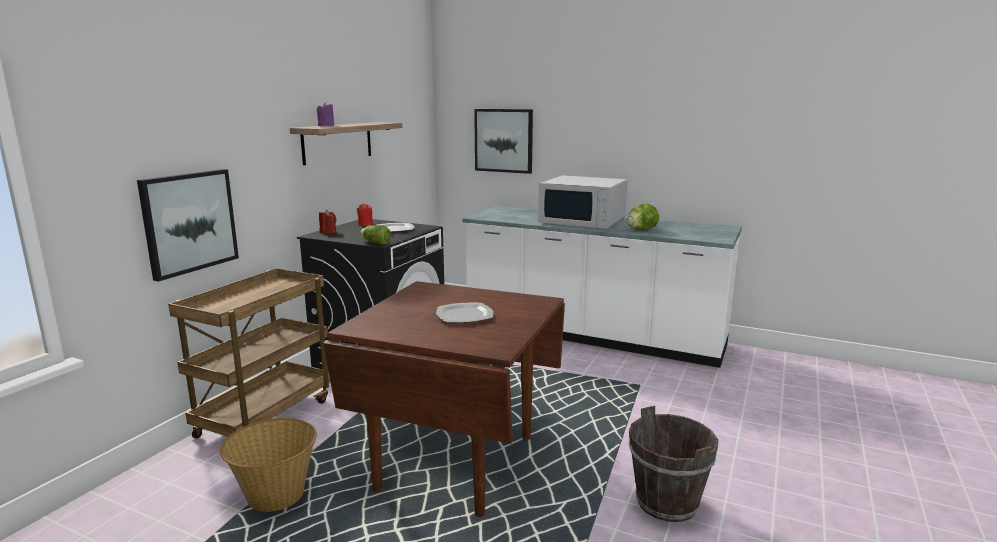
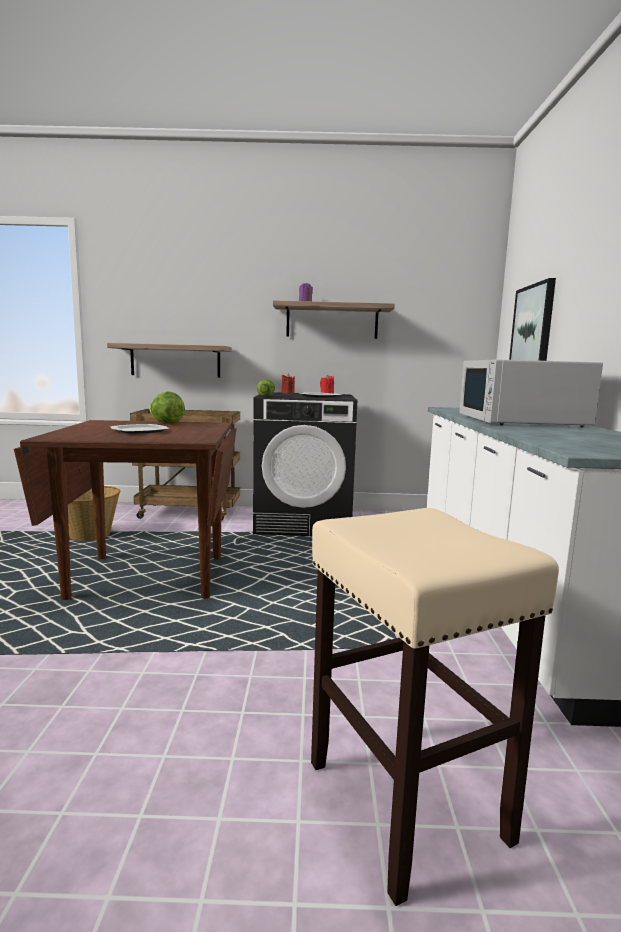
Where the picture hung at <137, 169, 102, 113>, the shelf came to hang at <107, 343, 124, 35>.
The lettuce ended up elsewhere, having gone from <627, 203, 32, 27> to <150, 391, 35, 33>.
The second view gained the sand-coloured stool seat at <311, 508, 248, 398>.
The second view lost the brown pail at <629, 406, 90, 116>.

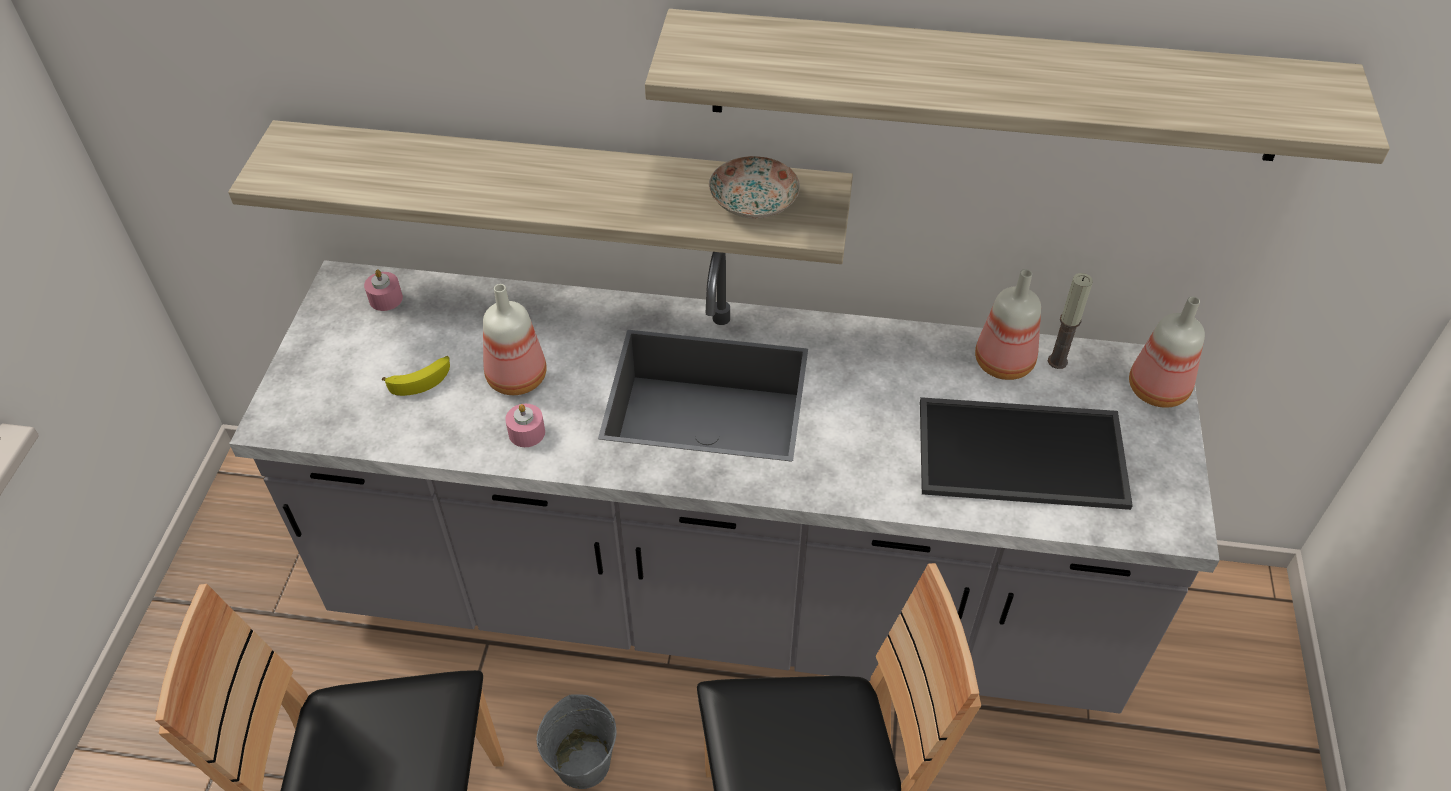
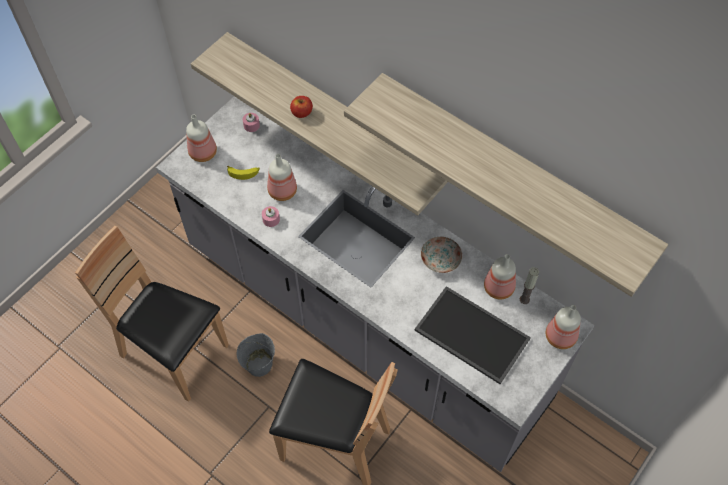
The second view gained the beverage bottle at <186, 114, 31, 48>.
The second view gained the whole apple at <290, 96, 23, 22>.
The flat dish ended up elsewhere, having gone from <709, 156, 91, 63> to <421, 237, 41, 36>.

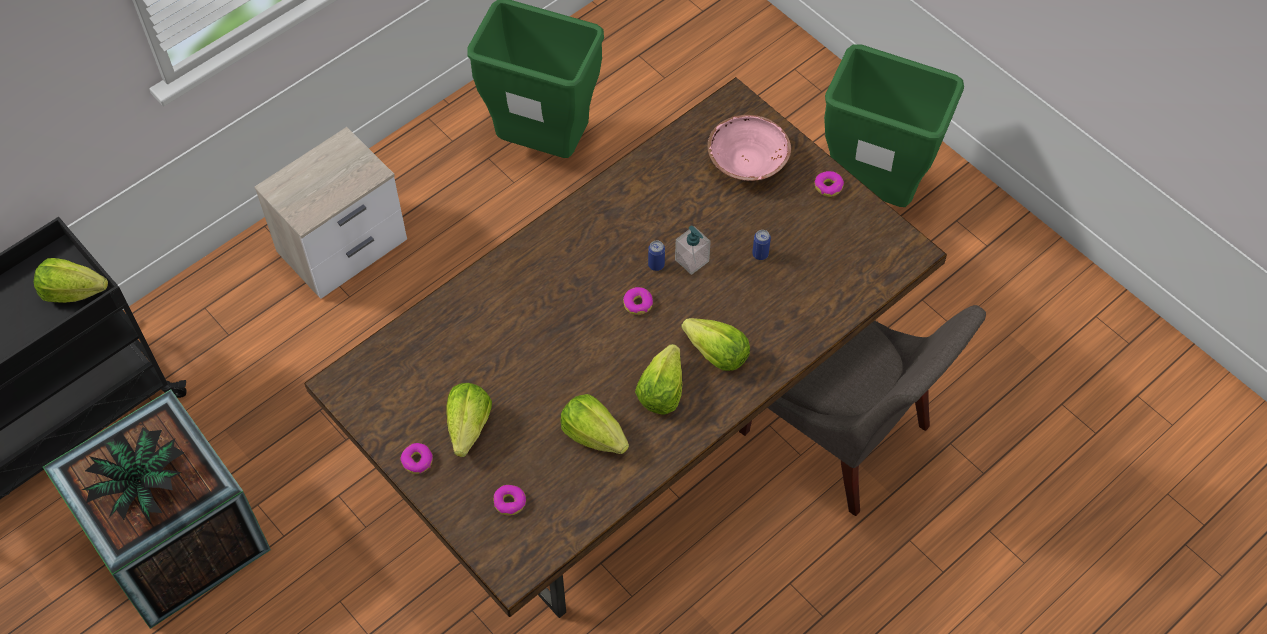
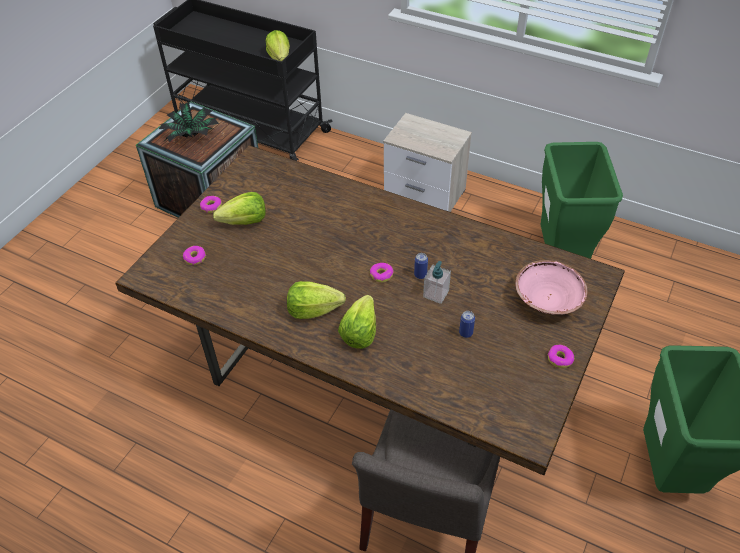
The second view lost the lettuce at <561, 394, 68, 60>.

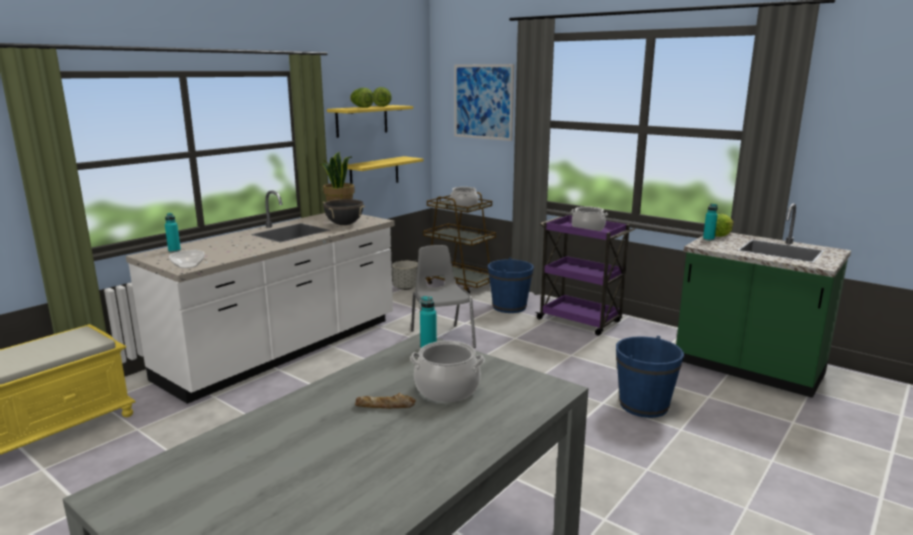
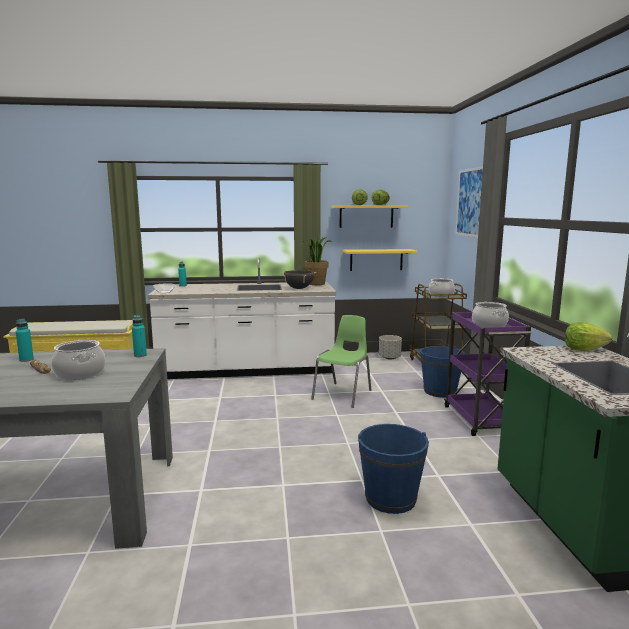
The blue-green beverage bottle ended up elsewhere, having gone from <703, 203, 15, 38> to <16, 319, 18, 43>.
What was the grey chair at <411, 245, 65, 103> turned into the green chair at <311, 315, 60, 93>.

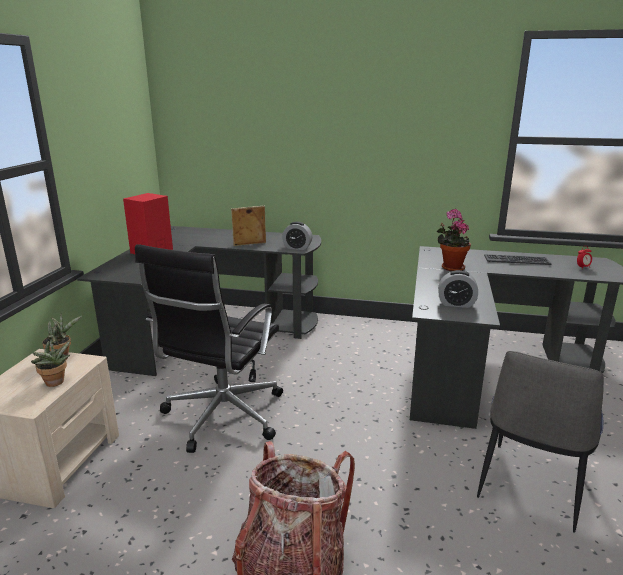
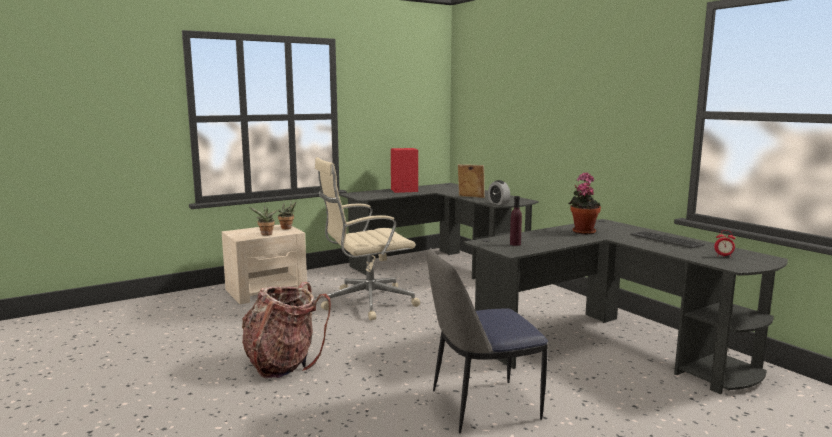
What was the black-coloured computer chair at <135, 244, 148, 209> turned into the sand-coloured computer chair at <315, 157, 105, 163>.
Where the table clock stood at <438, 270, 40, 38>, the purple-coloured beverage bottle came to stand at <510, 196, 12, 50>.

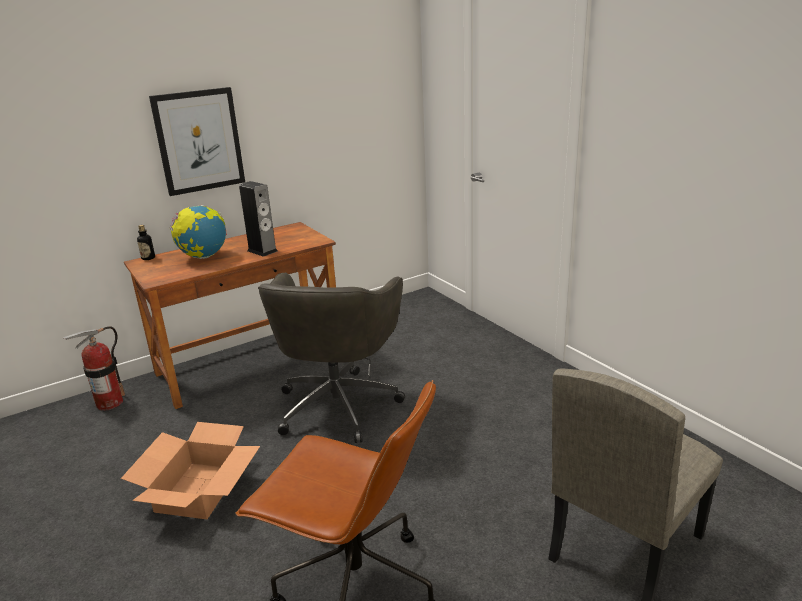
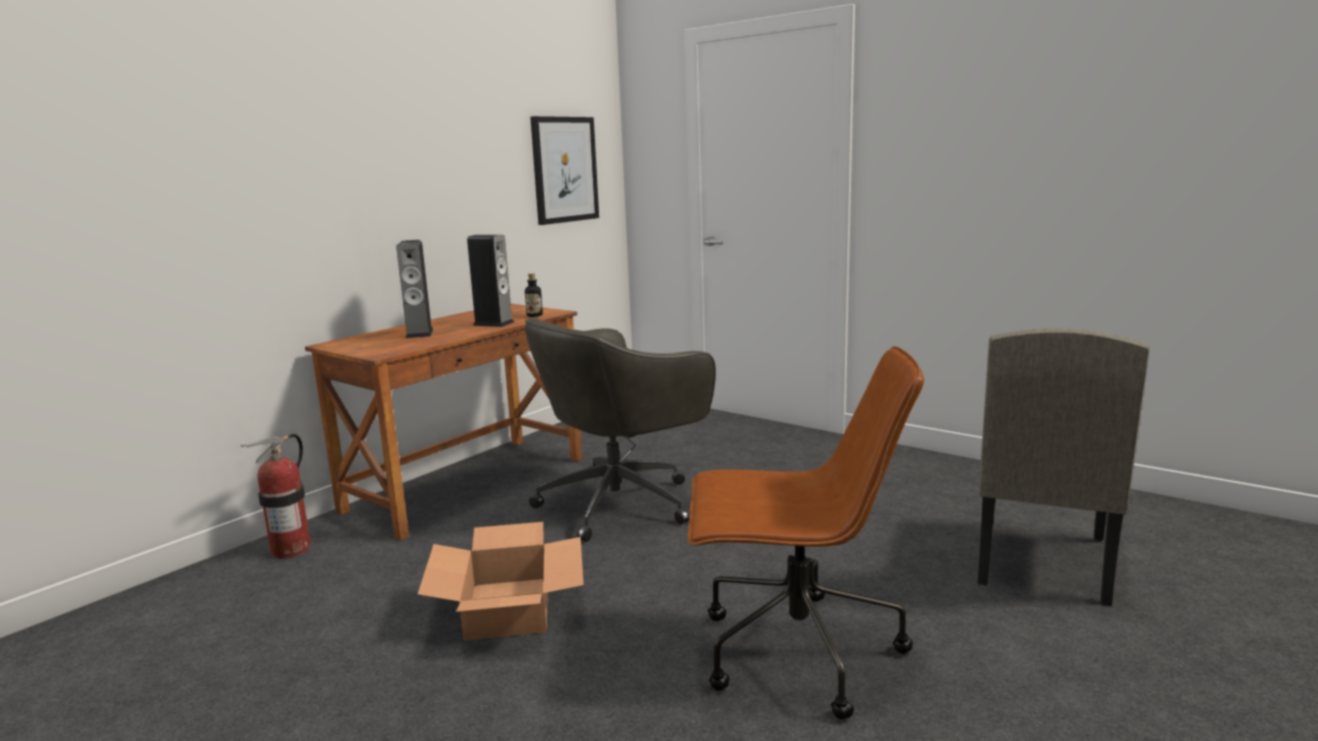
Where the globe stood at <170, 205, 56, 54>, the audio speaker came to stand at <396, 240, 38, 98>.
The beverage bottle ended up elsewhere, having gone from <137, 225, 18, 35> to <525, 273, 18, 44>.
The grey computer chair at <258, 273, 147, 170> ended up facing another way, 60 degrees clockwise from before.
The picture ended up elsewhere, having gone from <149, 87, 96, 109> to <530, 116, 69, 109>.

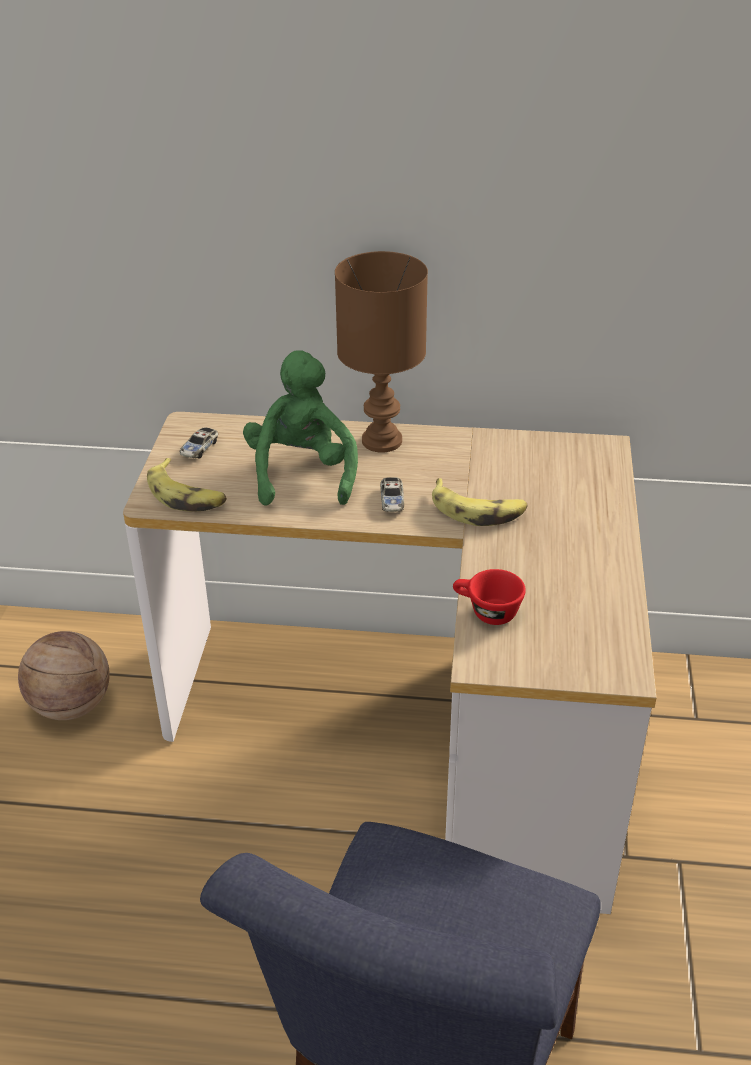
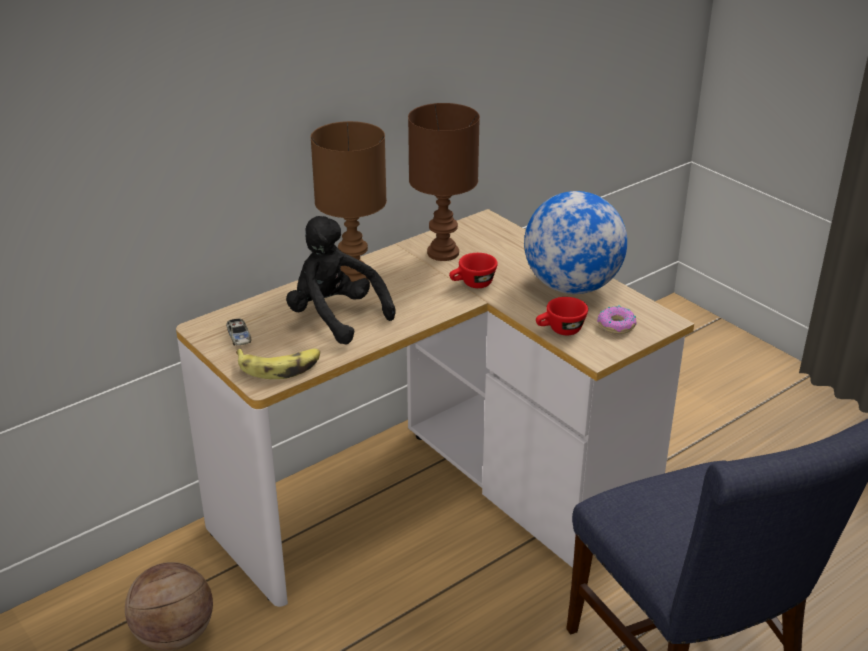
What was the green plush toy at <243, 350, 115, 156> turned into the black-coloured plush toy at <286, 216, 109, 128>.
The second view gained the brown lamp for a table at <408, 103, 72, 158>.
Where the banana stood at <432, 478, 96, 48>, the reddish drinking cup came to stand at <449, 253, 49, 35>.
The second view gained the globe at <524, 191, 103, 103>.
The second view gained the doughnut at <597, 306, 39, 28>.
The second view lost the model car at <380, 477, 24, 35>.

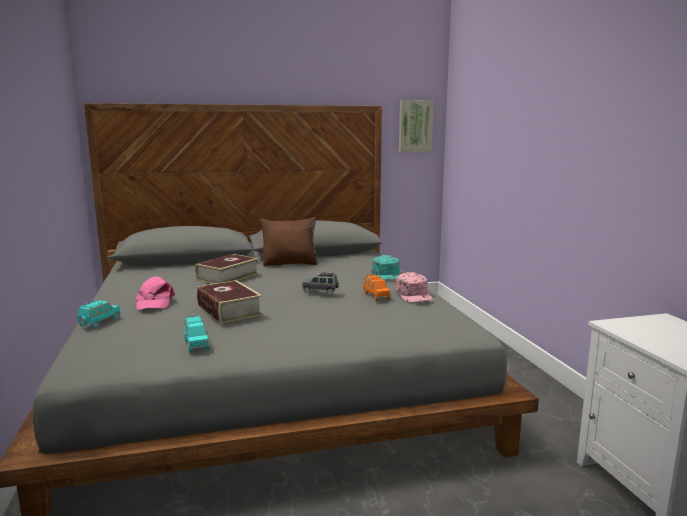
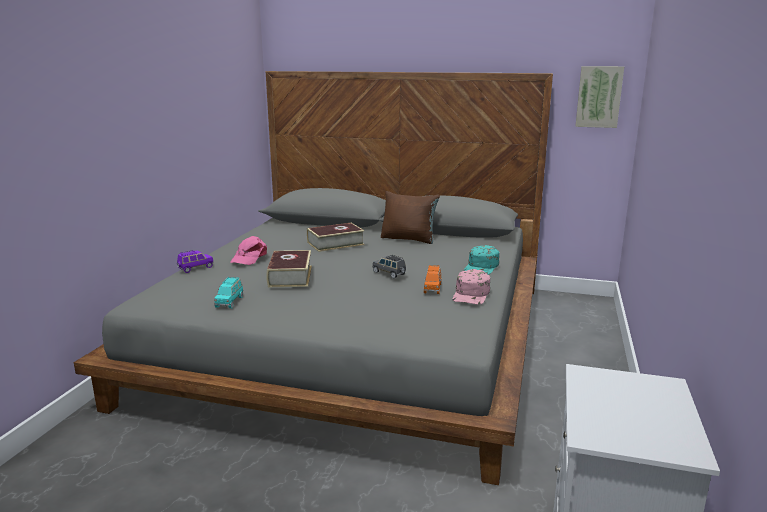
What was the blue-green model car at <78, 301, 43, 28> turned into the purple-coloured model car at <177, 250, 37, 23>.

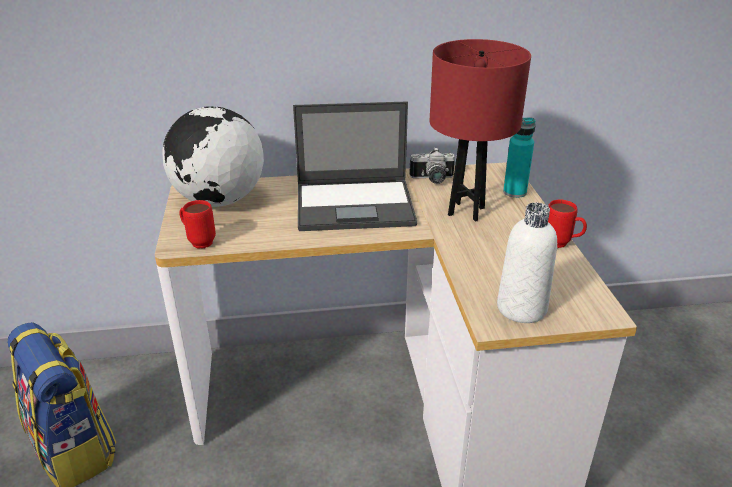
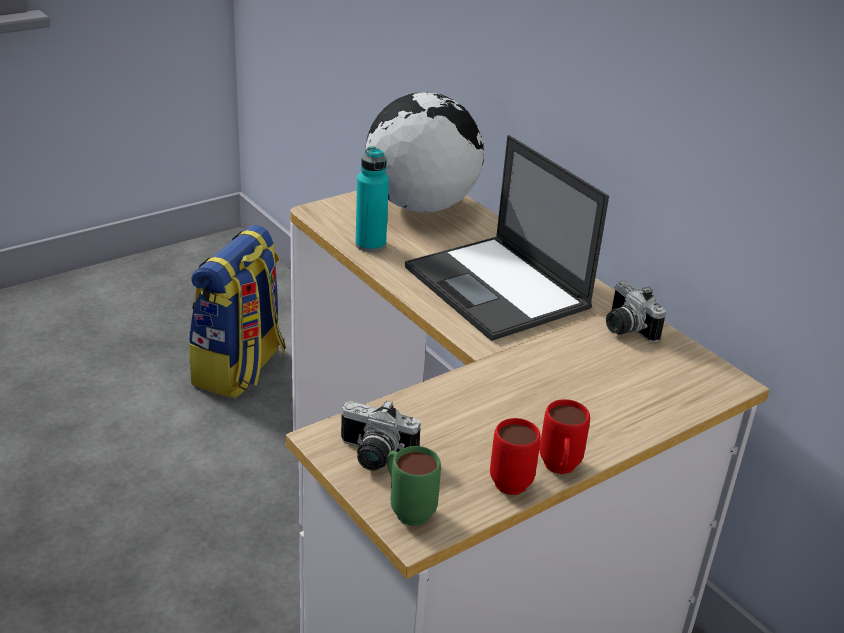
Where the white beverage bottle stood at <497, 203, 60, 120>, the still camera came to stand at <341, 400, 80, 71>.
The blue-green beverage bottle ended up elsewhere, having gone from <503, 118, 32, 80> to <355, 146, 34, 106>.
The second view gained the green mug at <387, 446, 54, 80>.
The reddish mug ended up elsewhere, having gone from <179, 200, 37, 48> to <490, 418, 51, 77>.
The second view lost the reddish lamp for a table at <430, 39, 101, 183>.

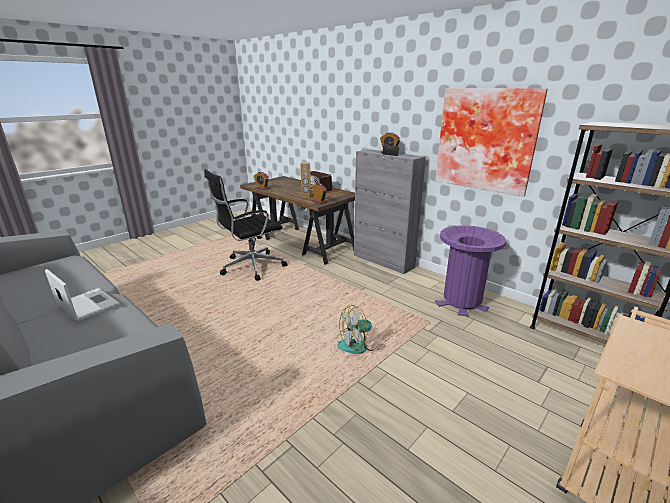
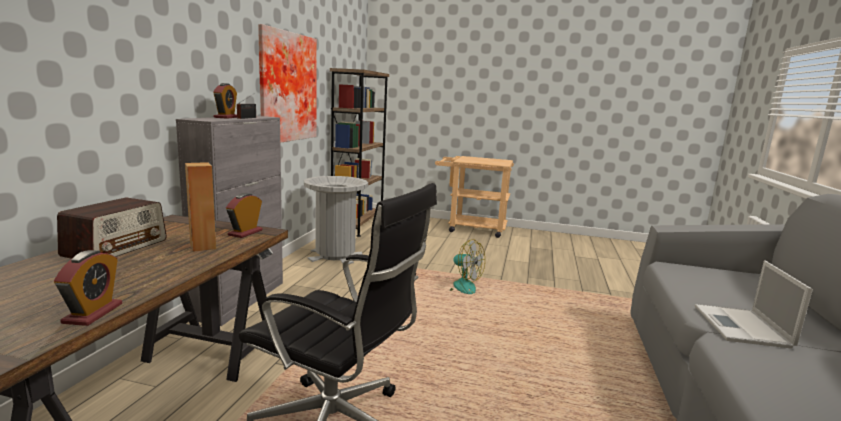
What was the purple-coloured rubbish bin at <435, 225, 71, 92> turned into the grey rubbish bin at <304, 176, 64, 88>.

